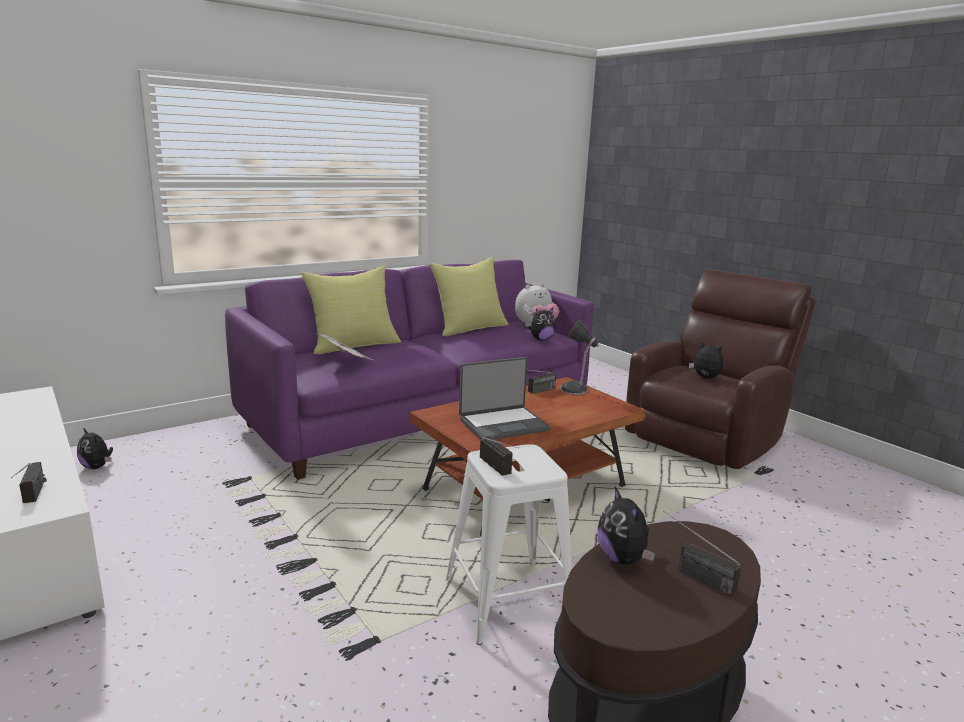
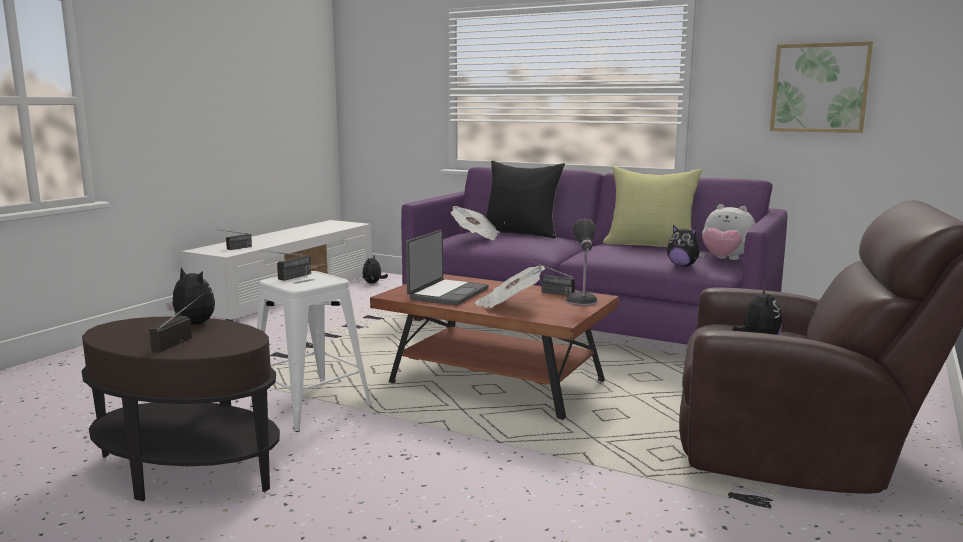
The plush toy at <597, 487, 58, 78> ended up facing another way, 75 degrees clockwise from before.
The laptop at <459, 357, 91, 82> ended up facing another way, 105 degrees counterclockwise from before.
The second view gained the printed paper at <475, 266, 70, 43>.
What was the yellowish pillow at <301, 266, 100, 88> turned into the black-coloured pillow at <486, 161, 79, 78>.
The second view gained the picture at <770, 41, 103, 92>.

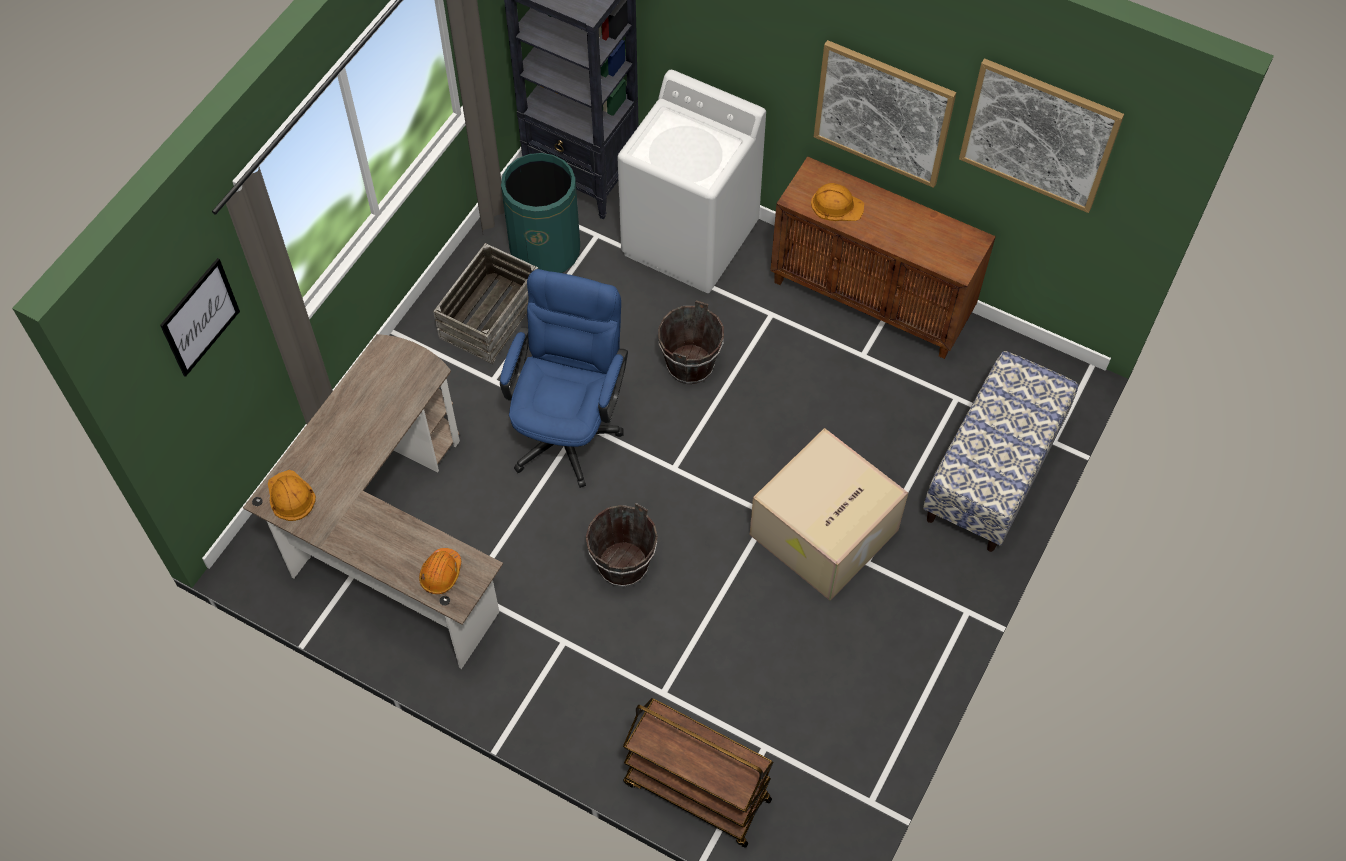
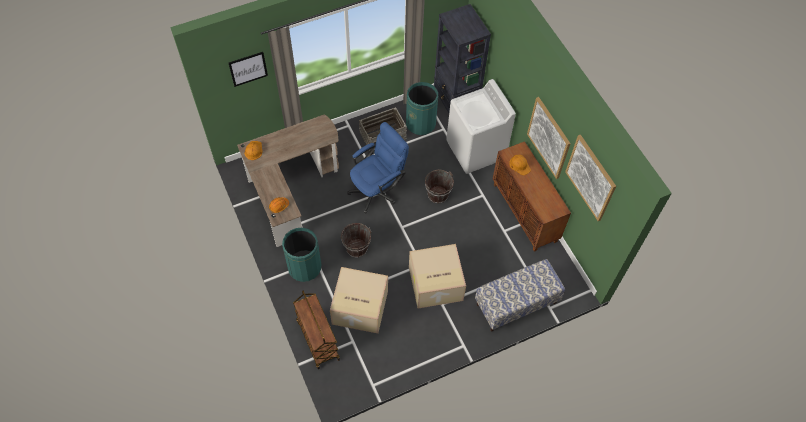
The second view gained the green rubbish bin at <282, 227, 39, 55>.
The second view gained the carton at <330, 267, 58, 66>.

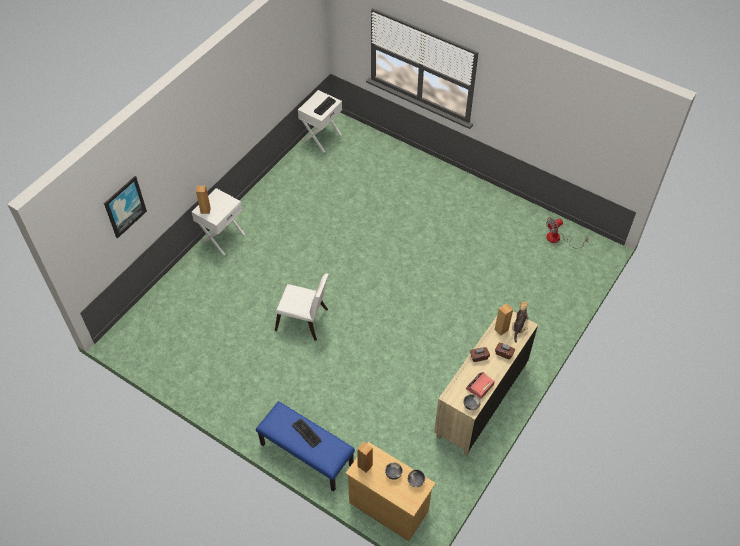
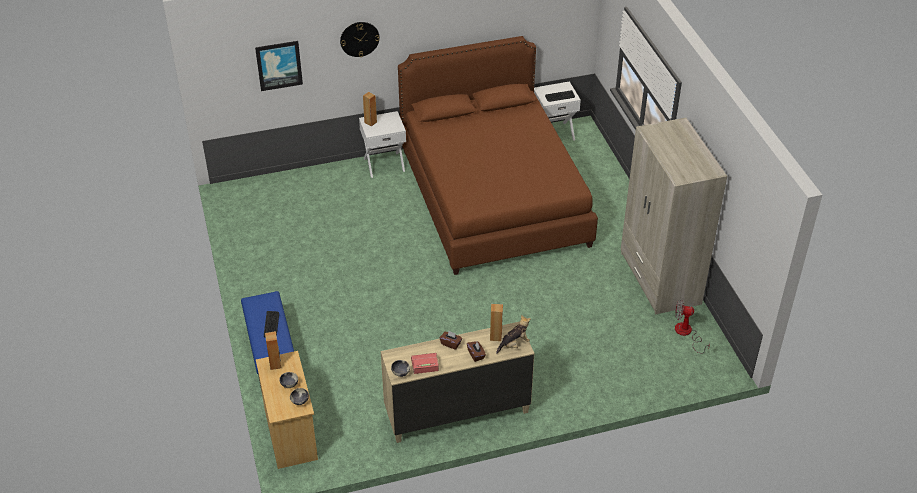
The second view gained the hanging clock at <340, 22, 40, 35>.
The second view gained the brown sleeping bed at <398, 36, 200, 239>.
The second view gained the sand-coloured armoire at <621, 118, 106, 197>.
The second view lost the white chair at <275, 273, 53, 68>.

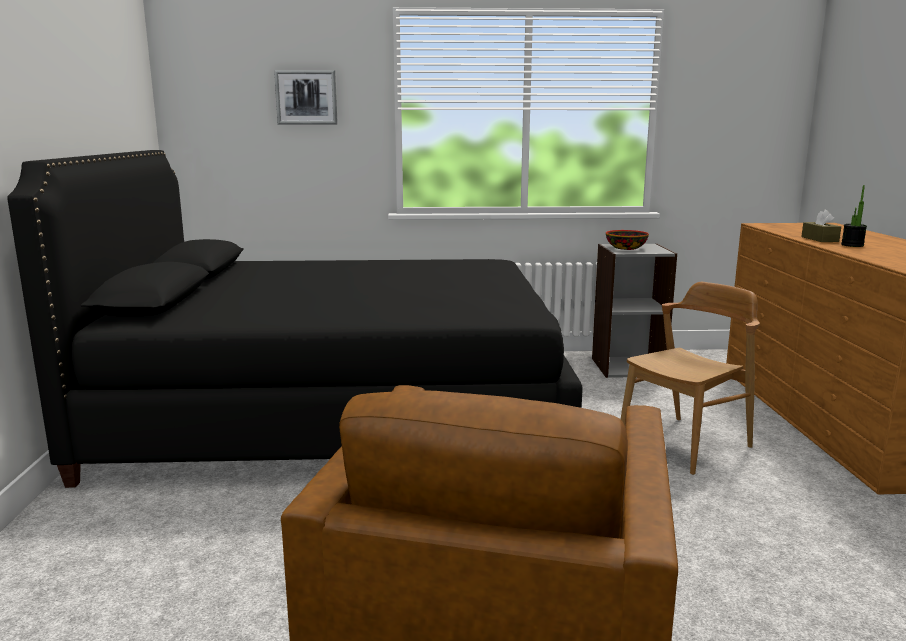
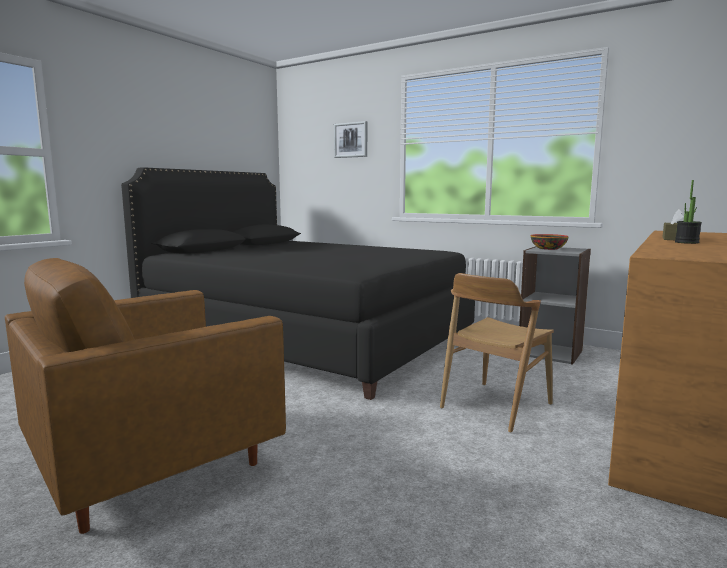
The brown chair at <621, 282, 139, 193> ended up facing another way, 135 degrees clockwise from before.

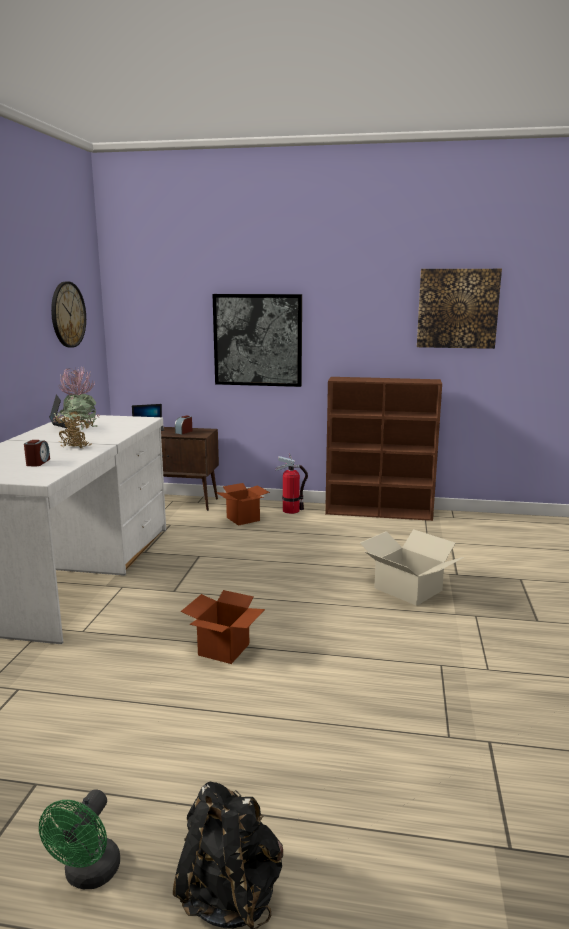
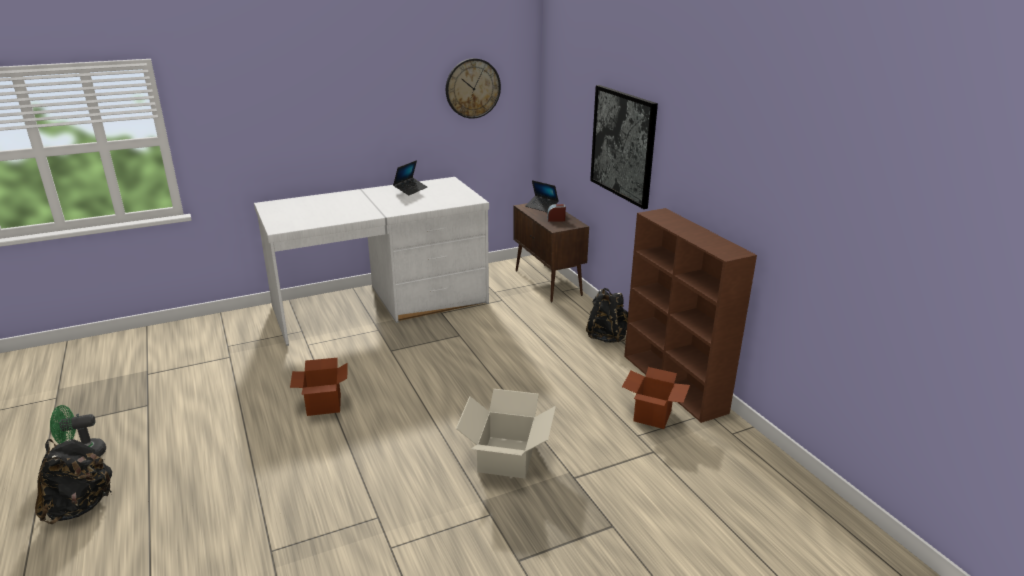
Where the fire-fighting cylinder stood at <276, 453, 32, 61>, the black-coloured backpack came to stand at <586, 288, 42, 55>.
The carton ended up elsewhere, having gone from <216, 483, 54, 43> to <622, 367, 68, 62>.
The second view lost the table clock at <24, 440, 26, 26>.
The second view lost the potted plant at <53, 366, 47, 82>.
The second view lost the picture at <417, 269, 85, 80>.

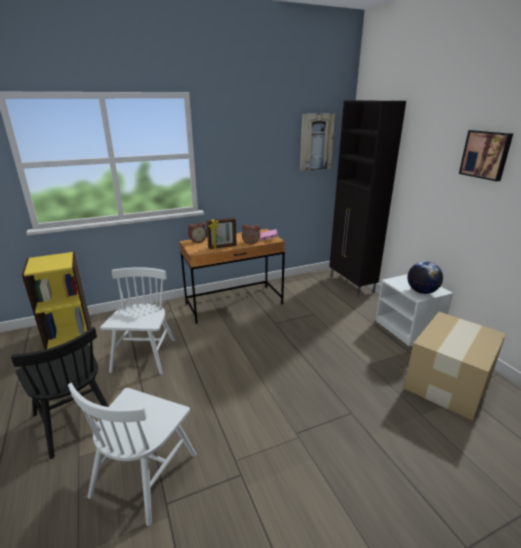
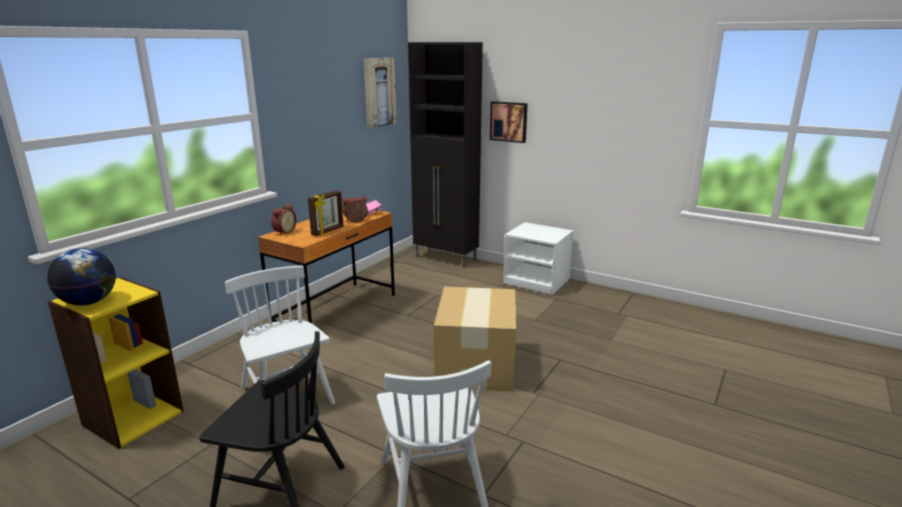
The globe ended up elsewhere, having gone from <407, 261, 36, 33> to <47, 248, 69, 57>.
The carton ended up elsewhere, having gone from <404, 312, 102, 109> to <434, 287, 82, 104>.
The picture ended up elsewhere, having gone from <459, 130, 54, 52> to <490, 101, 38, 42>.

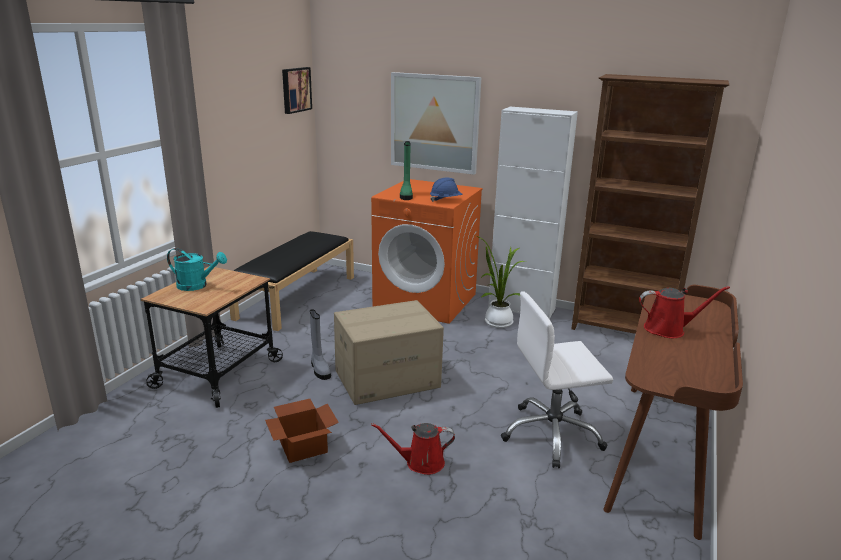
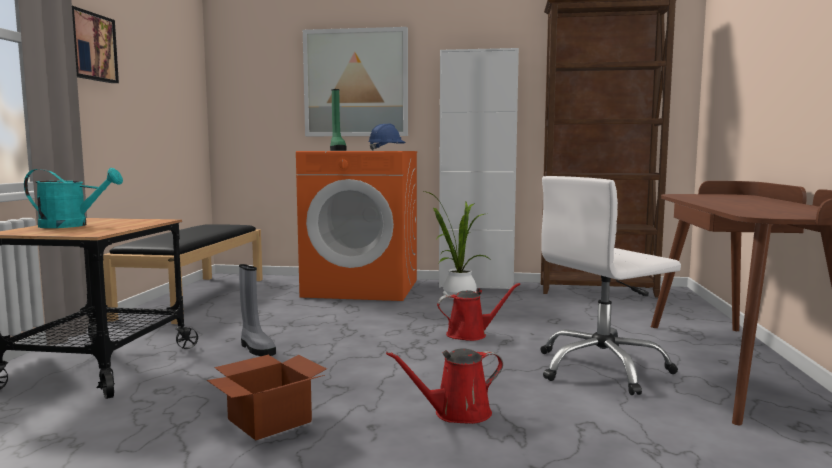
The picture ended up elsewhere, having gone from <282, 67, 30, 47> to <72, 6, 47, 77>.
The reddish watering pot ended up elsewhere, having gone from <639, 286, 91, 52> to <437, 283, 83, 58>.
The second view lost the carton at <334, 300, 110, 105>.

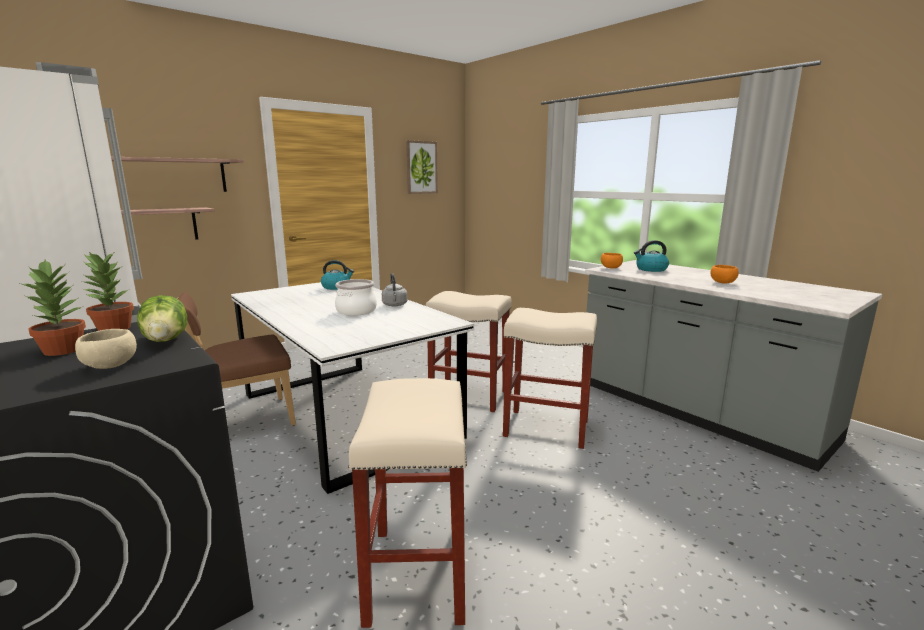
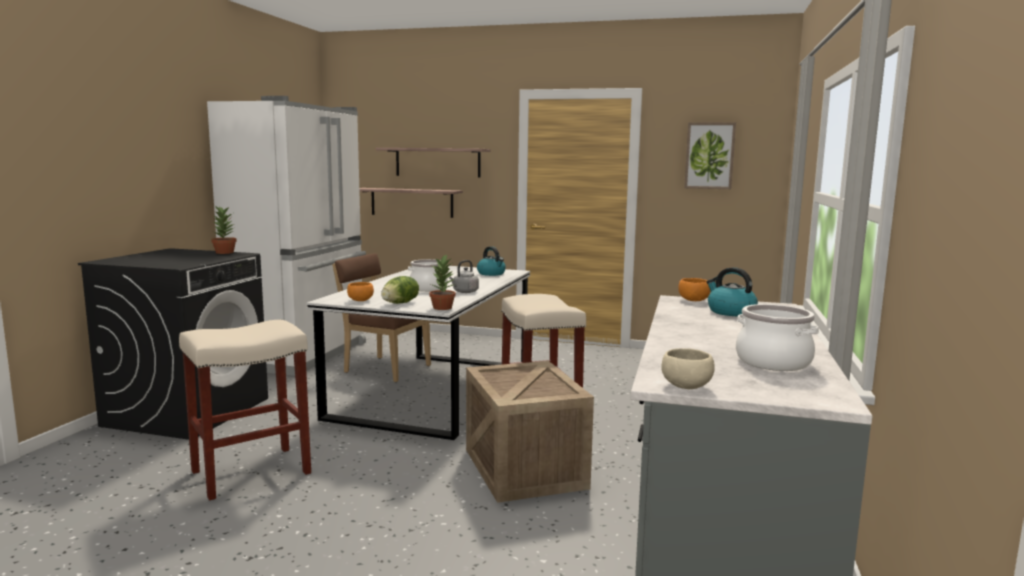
The orange serving bowl ended up elsewhere, having gone from <710, 265, 29, 18> to <347, 282, 27, 19>.
The lettuce ended up elsewhere, having gone from <137, 295, 50, 47> to <381, 276, 38, 28>.
The potted plant ended up elsewhere, having gone from <20, 259, 66, 97> to <429, 254, 27, 56>.
Where the sand-coloured stool seat stood at <503, 308, 94, 141>, the packing crate came to stand at <466, 361, 128, 142>.
The sand-coloured serving bowl ended up elsewhere, having gone from <75, 329, 62, 40> to <662, 348, 53, 41>.
The second view gained the stockpot at <736, 304, 83, 67>.

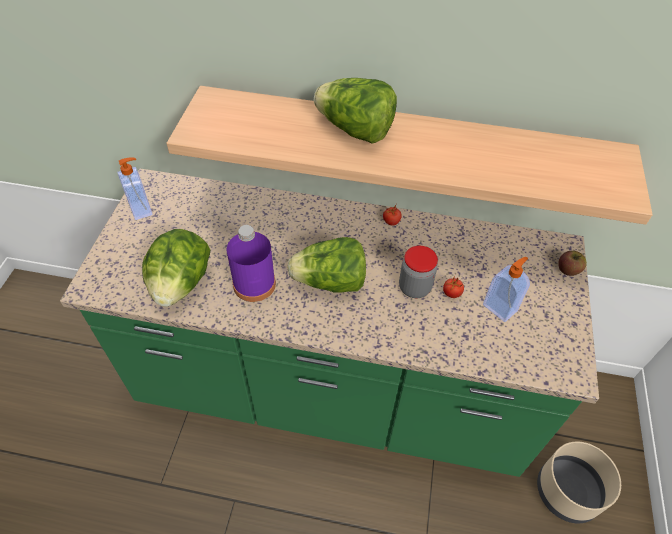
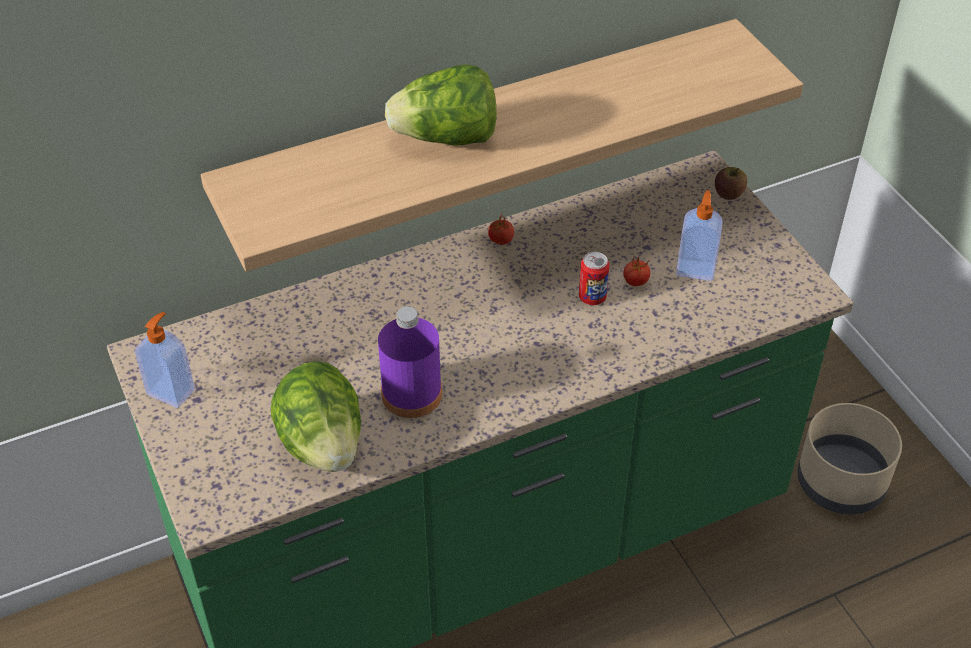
Where the jar stood at <399, 246, 39, 52>, the can came to stand at <579, 252, 31, 53>.
The second view lost the lettuce at <287, 237, 79, 55>.

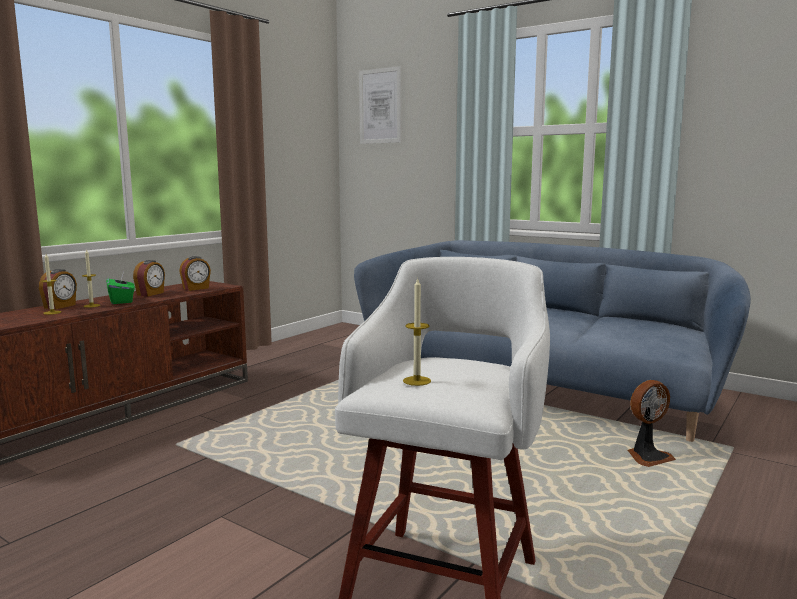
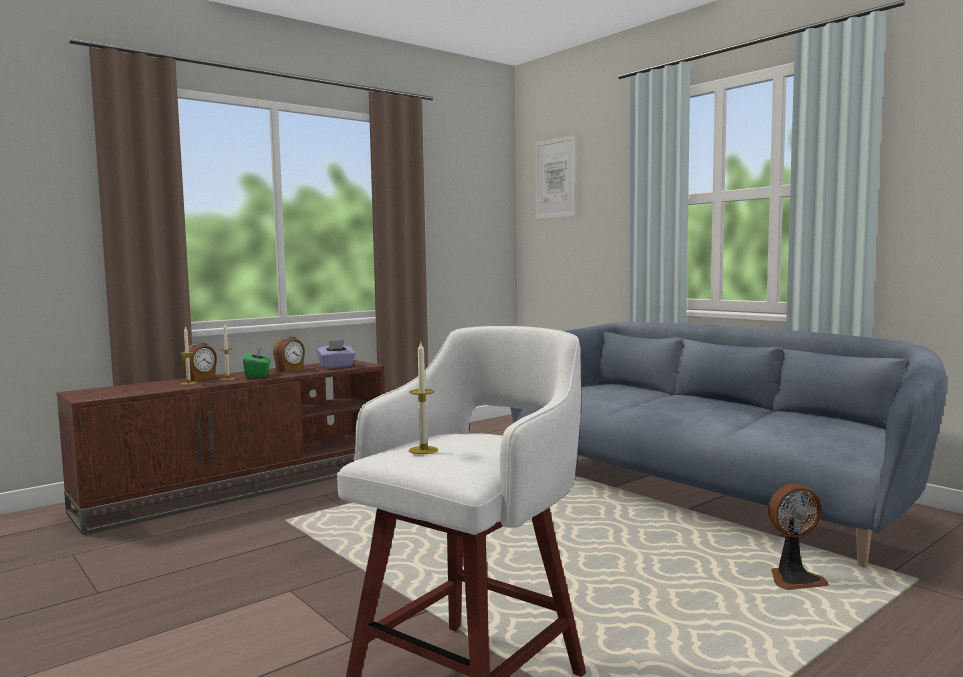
Where the table clock stood at <179, 256, 32, 35>, the purple-coloured tissue holder came to stand at <317, 340, 38, 28>.

